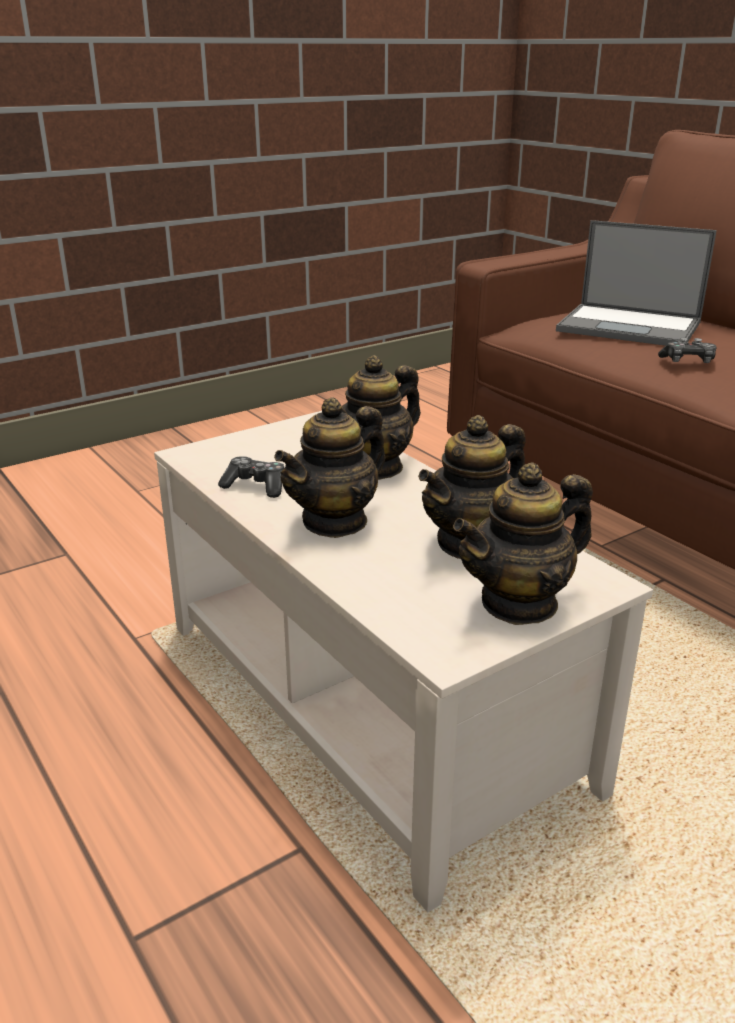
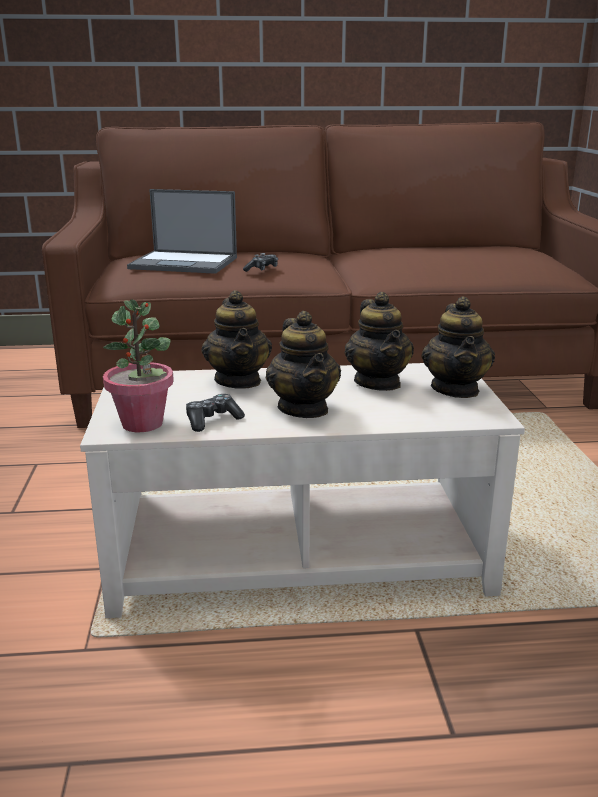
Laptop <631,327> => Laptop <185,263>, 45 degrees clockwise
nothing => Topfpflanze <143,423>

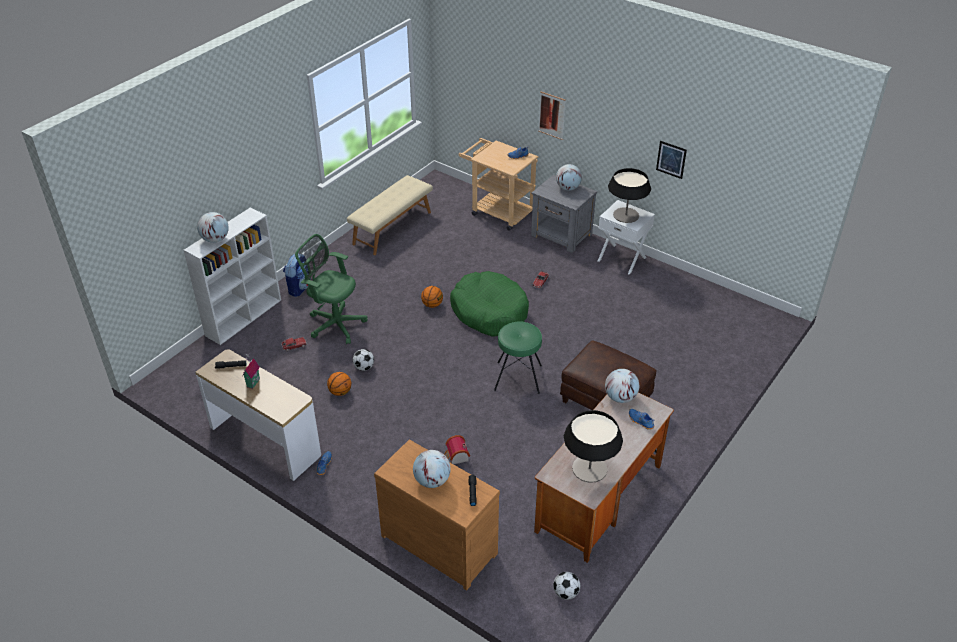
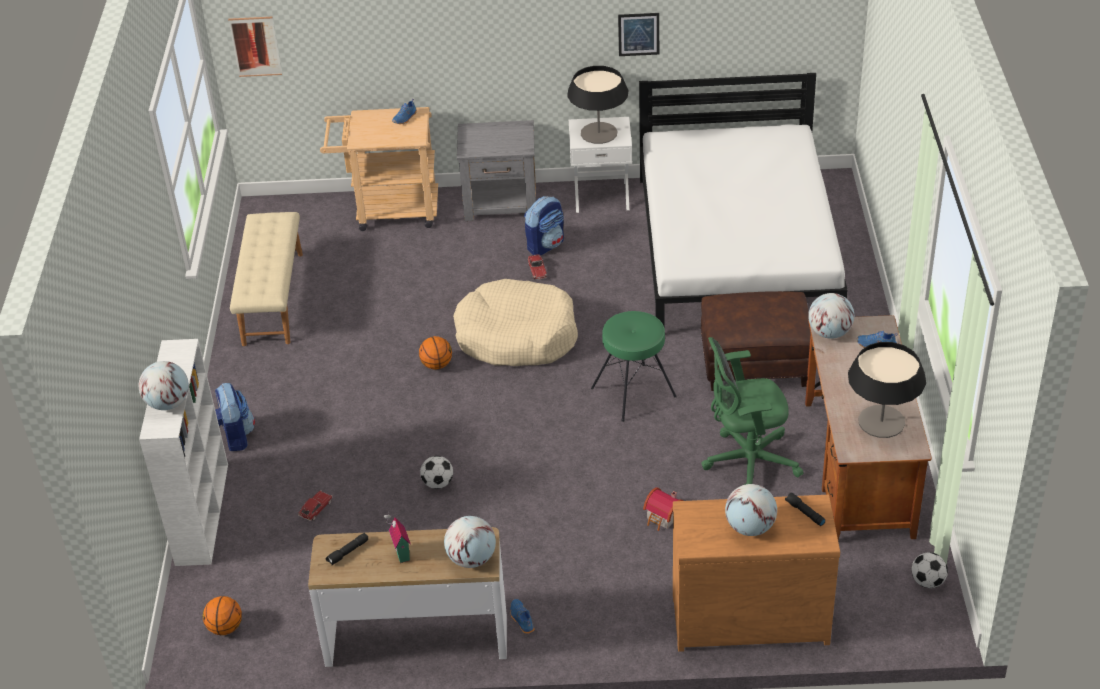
Bild <552,115> => Bild <255,46>, shifted
Globus <568,188> => Globus <471,559>, shifted
Bürostuhl/grün <334,323> => Bürostuhl/grün <746,461>, shifted
Hundebett/grün <489,312> => Hundebett/beige <516,336>
Basketball <340,392> => Basketball <225,628>, shifted
nothing => Bett/weiß <736,250>
nothing => Rucksack <545,245>

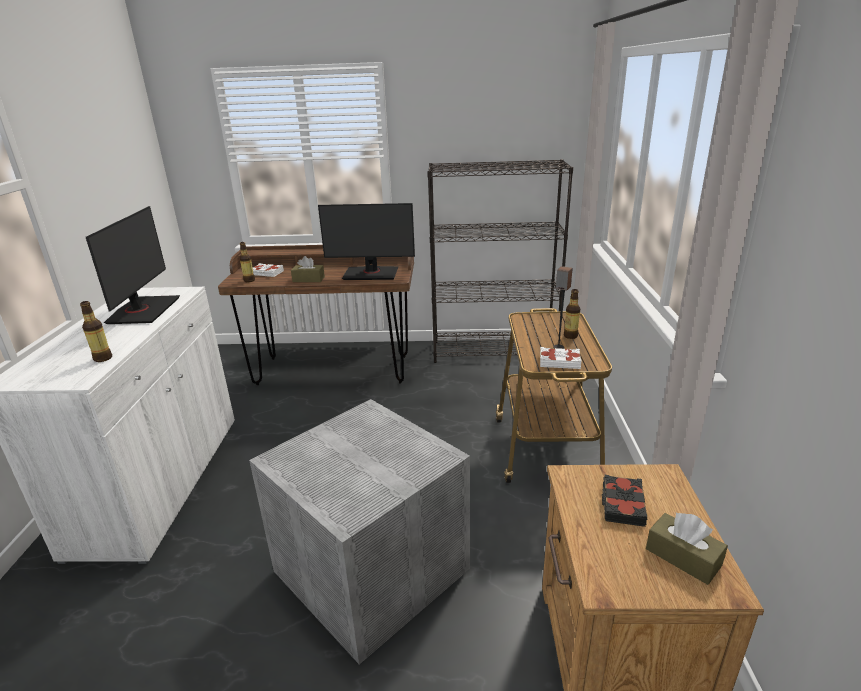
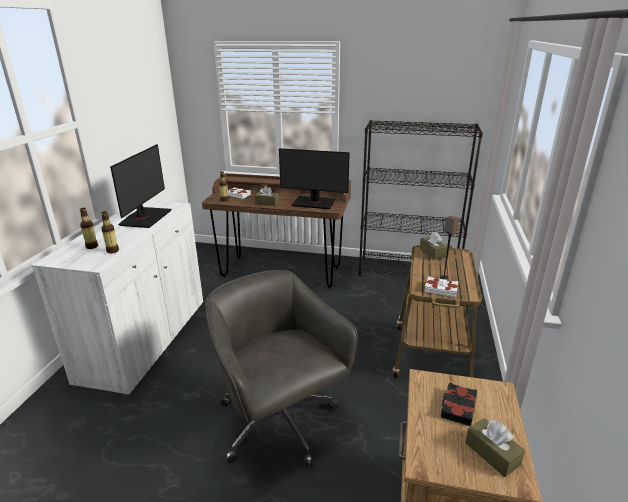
Flasche <570,336> => Flasche <92,246>, shifted
Aufbewahrungsbox/grau <371,567> => Bürostuhl/grau <279,424>
nothing => Taschentuchbox/braun <432,253>

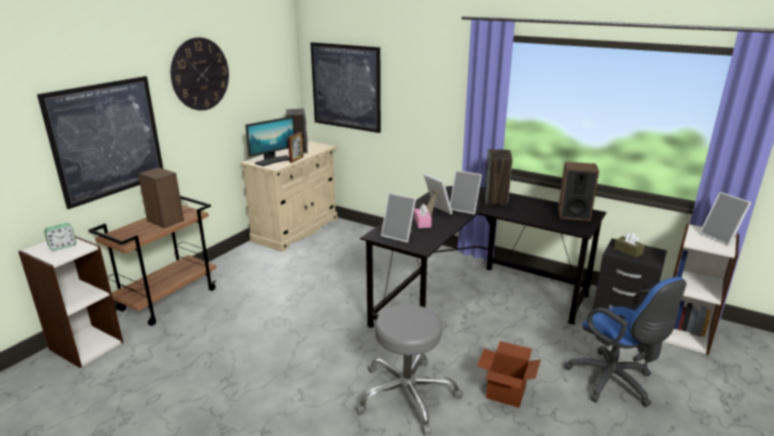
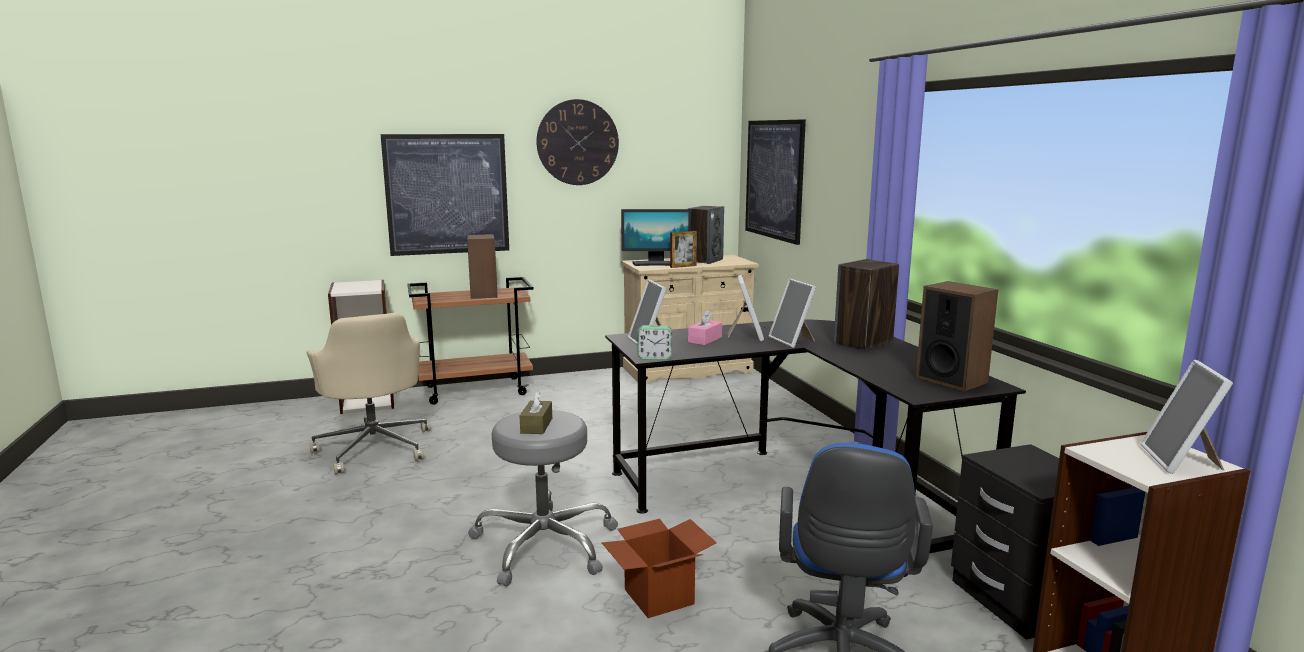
Wecker <63,246> => Wecker <654,357>, shifted
Taschentuchbox/braun <628,251> => Taschentuchbox/braun <536,425>, shifted
nothing => Bürostuhl/beige <375,448>

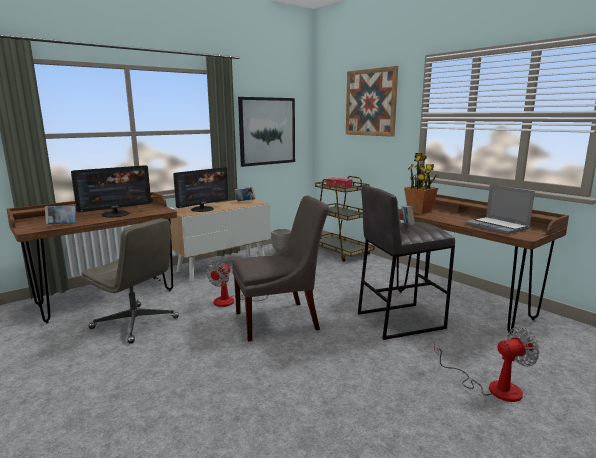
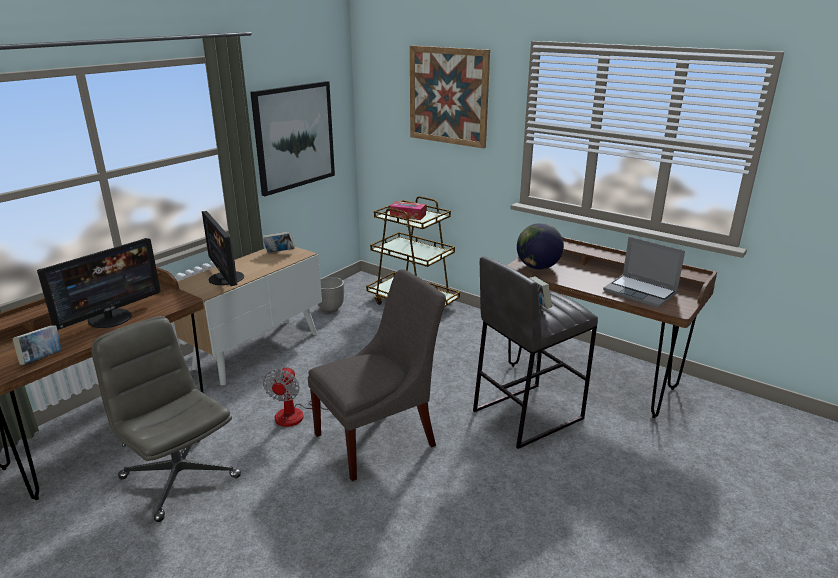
Topfpflanze <419,211> => Globus <537,267>
Monitor <202,209> => Monitor <225,278>, 120 degrees clockwise
Bürostuhl/grau <136,323> => Bürostuhl/grau <179,477>, 150 degrees counterclockwise
Ventilator <492,387> => nothing

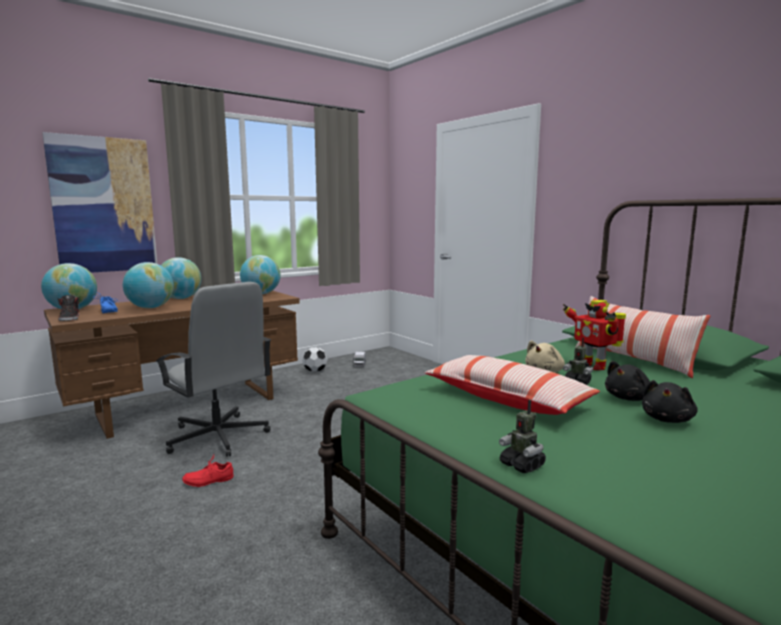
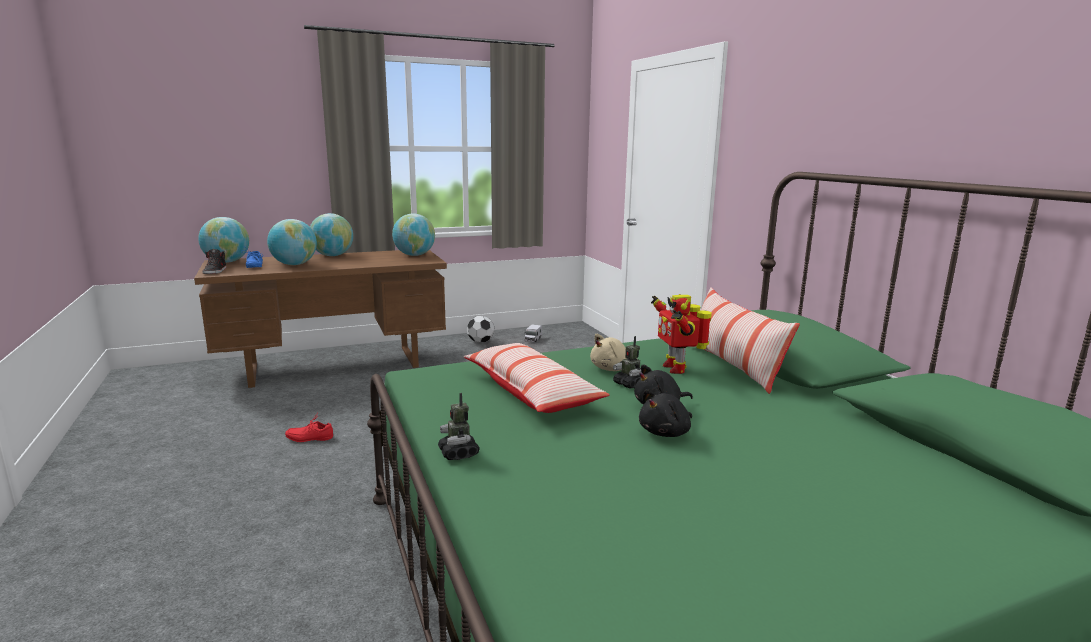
Bild <103,205> => nothing
Bürostuhl/grau <218,437> => nothing

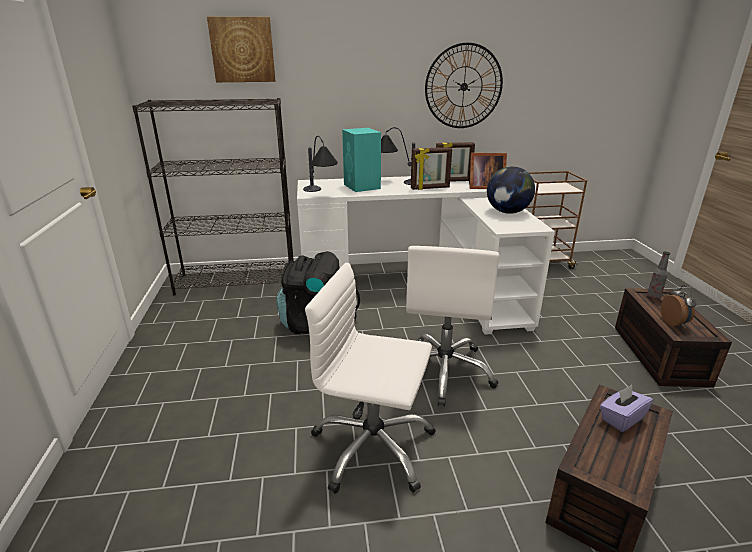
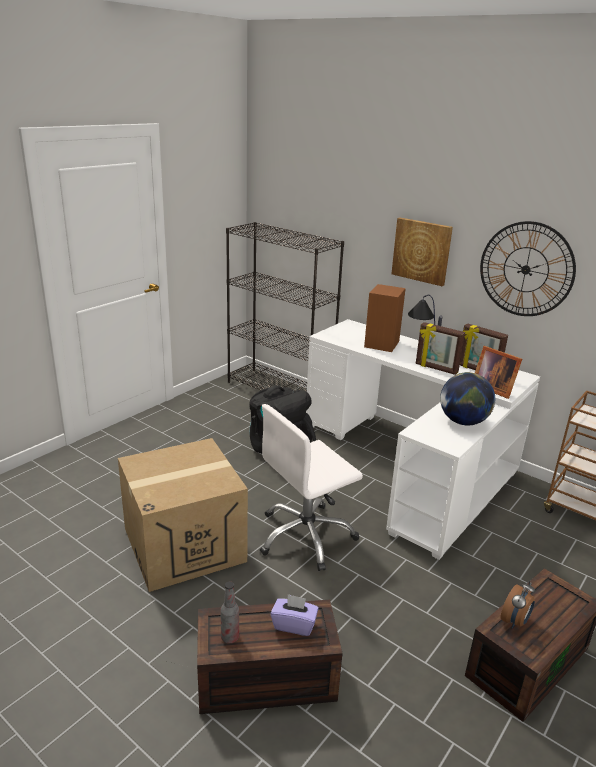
Bild <242,50> => Bild <422,251>, shifted
Lautsprecher/türkis <362,186> => Lautsprecher/braun <381,344>
Tischlampe <320,193> => nothing
Flasche <653,296> => Flasche <230,637>, shifted
Bürostuhl/weiß <372,447> => Karton <184,544>

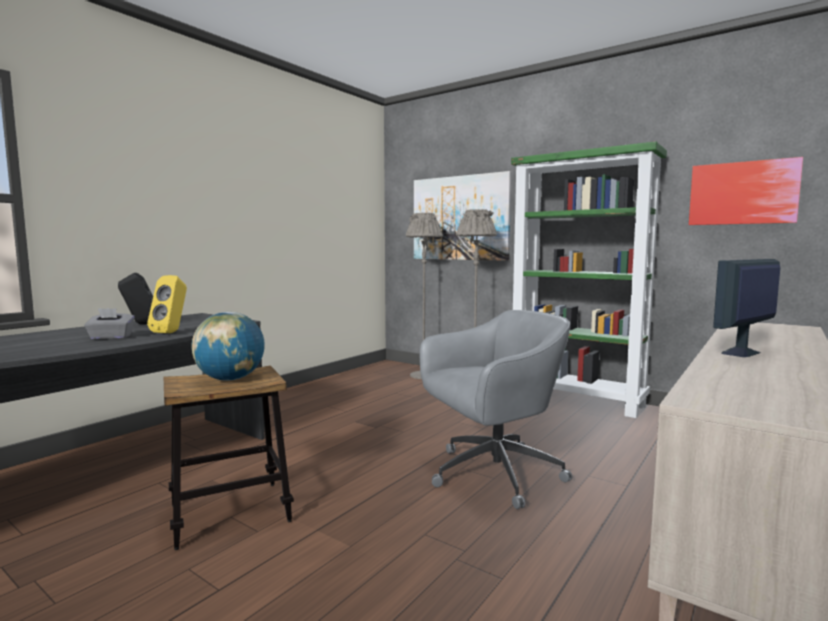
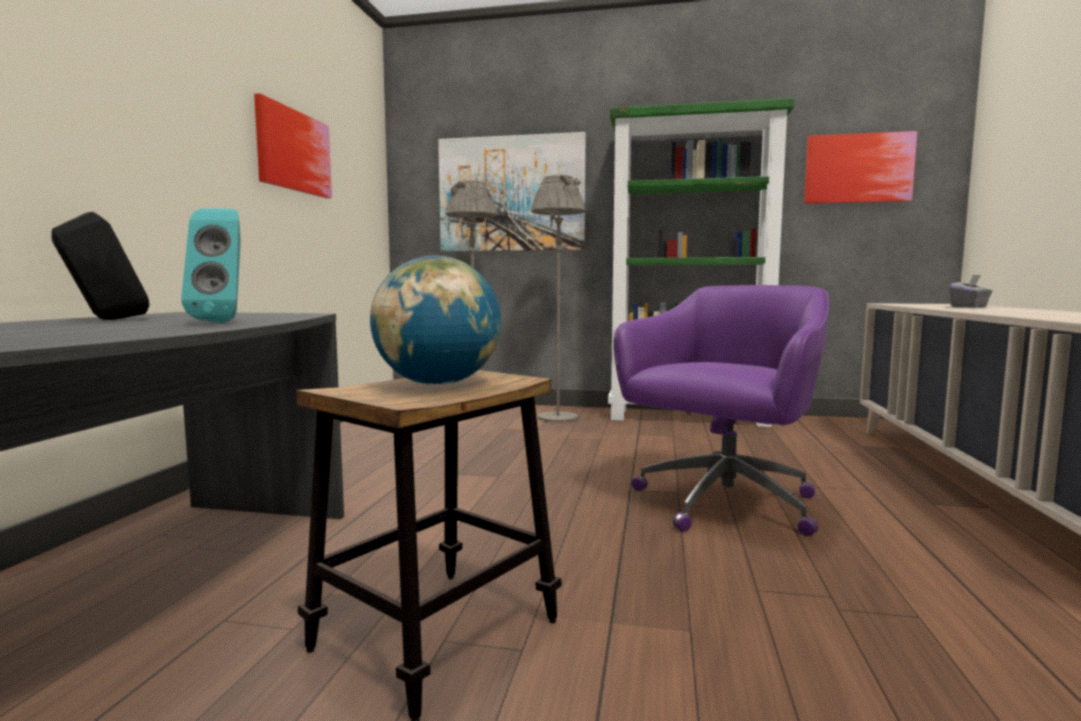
Monitor <740,353> => nothing
Lautsprecher/gelb <171,332> => Lautsprecher/türkis <223,322>
Taschentuchbox/grau <111,337> => Taschentuchbox/grau <969,307>, shifted
Bürostuhl/grau <492,474> => Bürostuhl/lila <723,504>
nothing => Bild <294,151>

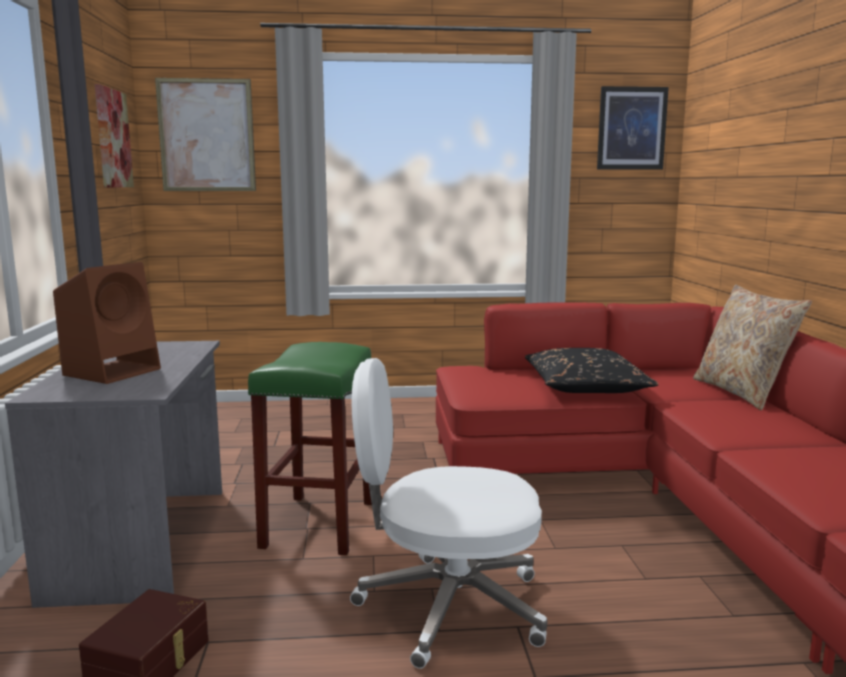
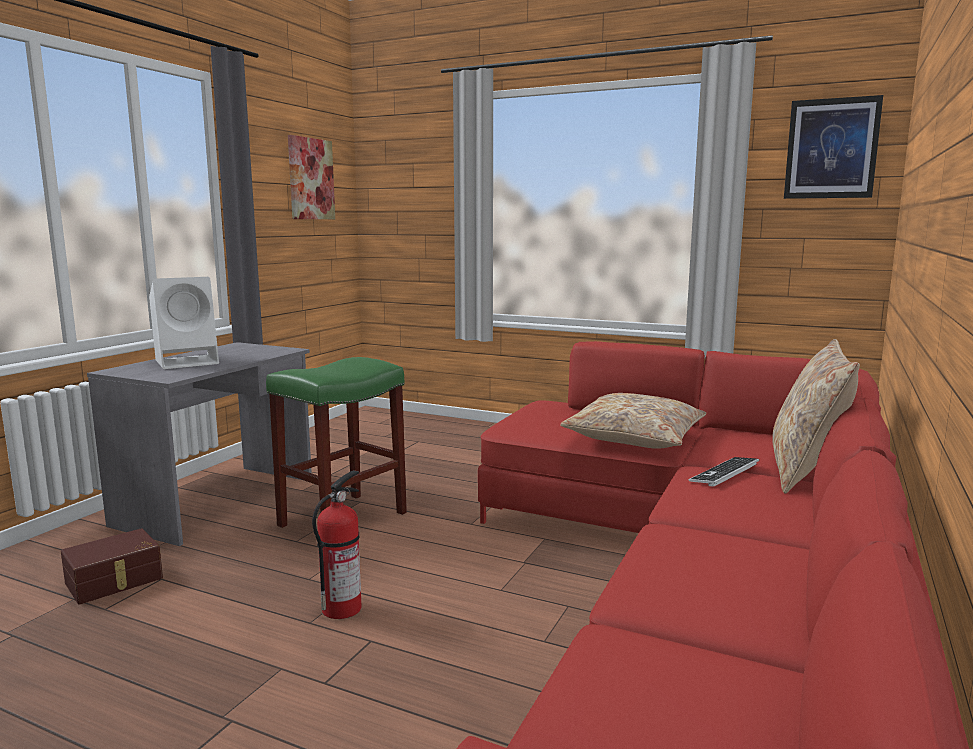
Bild <206,135> => nothing
Lautsprecher/braun <113,371> => Lautsprecher/weiß <189,362>
Kissen/schwarz <586,386> => Kissen/beige <635,436>
Bürostuhl/weiß <448,606> => Feuerlöscher <342,607>
nothing => Tastatur <724,473>

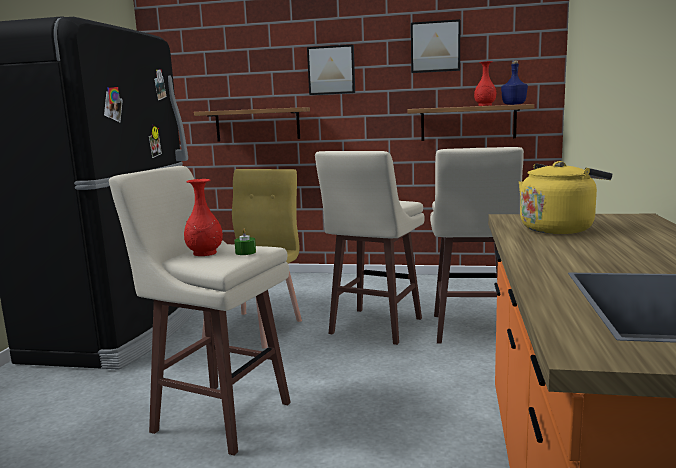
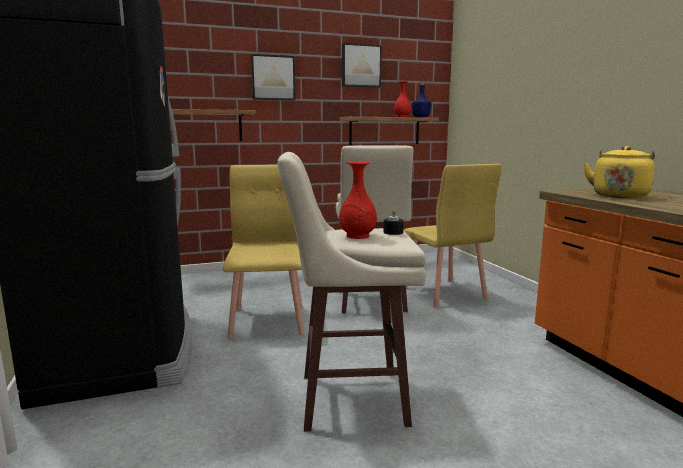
Hocker/beige <472,330> => Stuhl/gelb <443,293>
Kerze/grün <245,252> => Kerze/schwarz <393,232>

